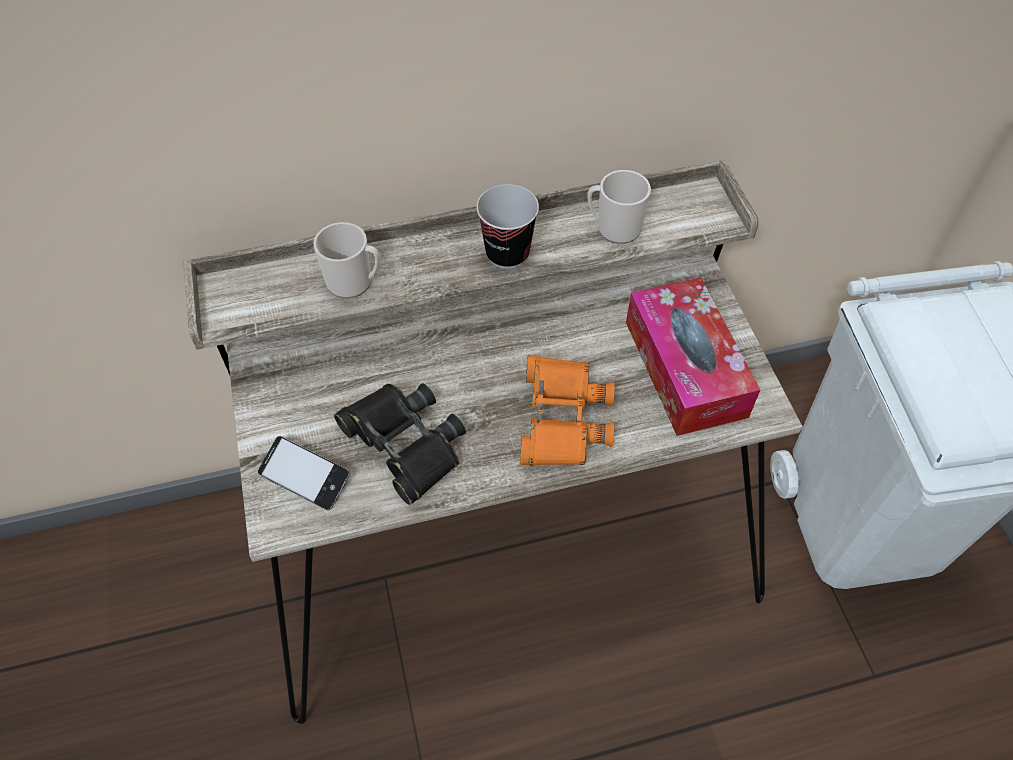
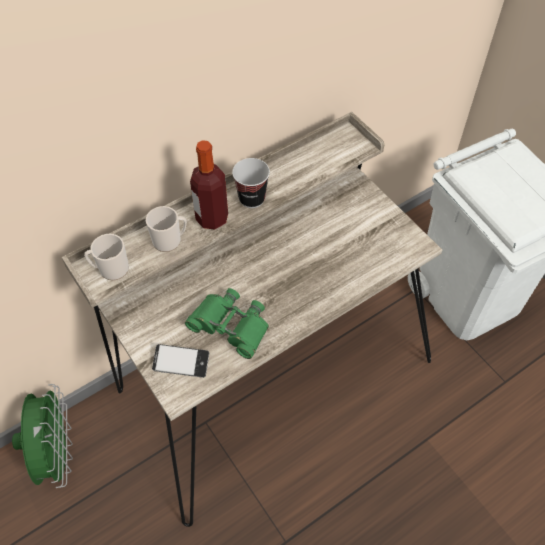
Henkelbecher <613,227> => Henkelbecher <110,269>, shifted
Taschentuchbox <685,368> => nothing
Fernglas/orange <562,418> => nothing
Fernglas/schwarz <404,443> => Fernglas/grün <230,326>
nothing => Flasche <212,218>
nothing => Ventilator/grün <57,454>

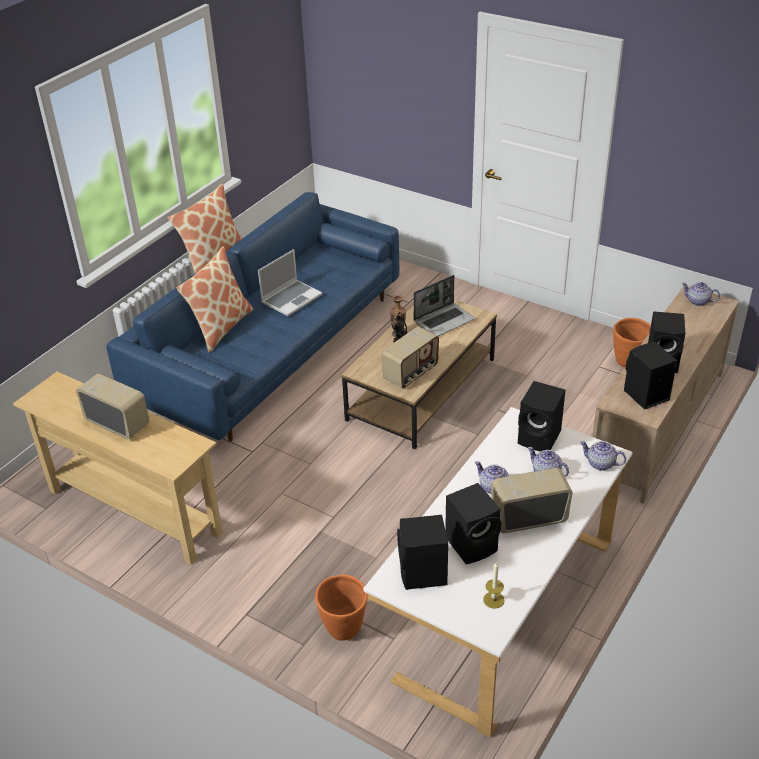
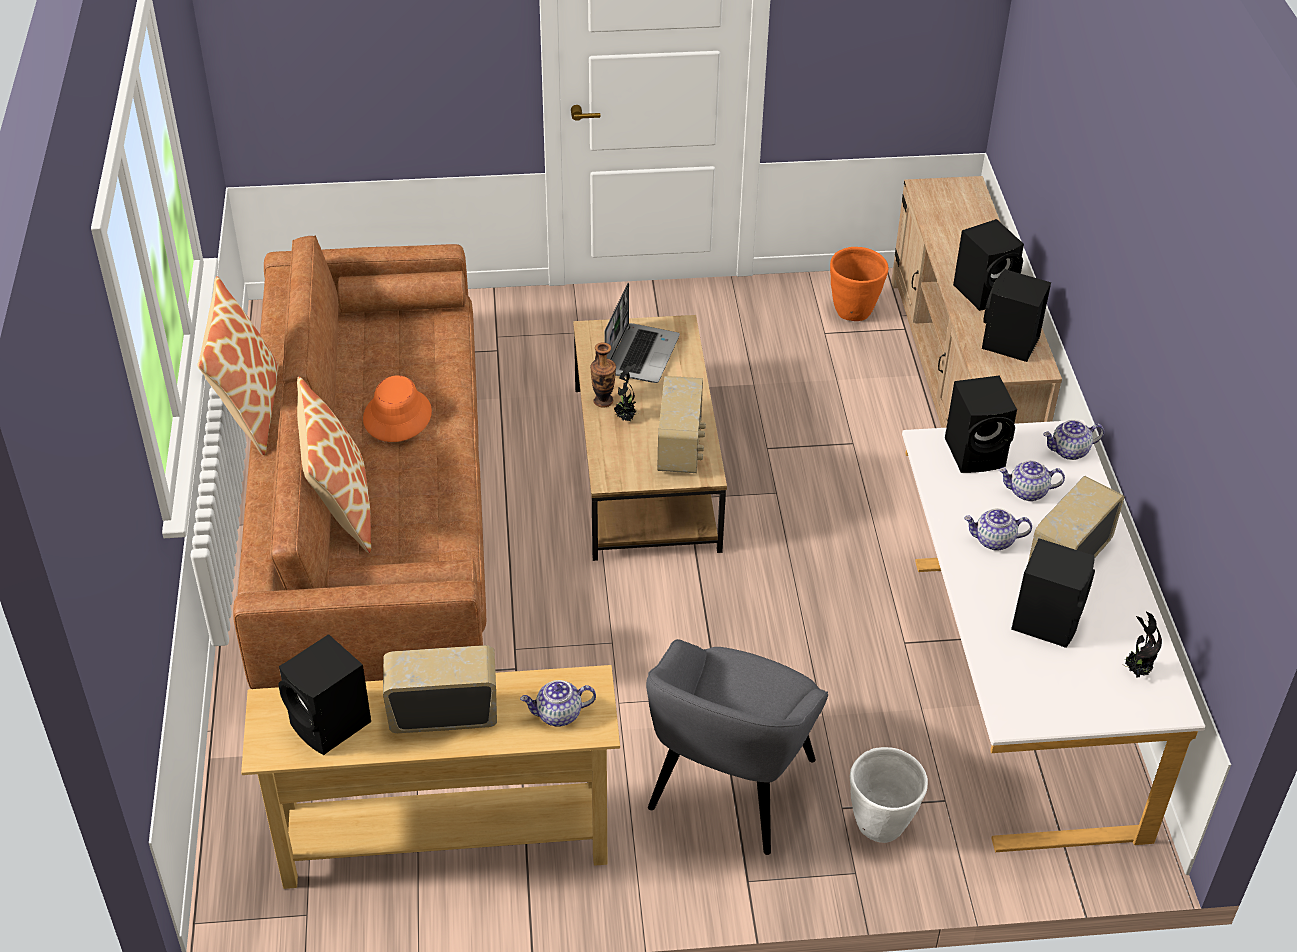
Sofa/blau <270,348> => Sofa/braun <375,509>
Laptop <291,298> => Hut/orange <397,416>
Teekanne <697,301> => Teekanne <558,715>, shifted
Lautsprecher/schwarz <423,574> => Lautsprecher/schwarz <331,725>, shifted
Kerze <493,600> => Topfpflanze <1135,670>
Pflanzkübel/orange <344,630> => Pflanzkübel/weiß <881,826>
nothing => Sessel/grau <730,787>

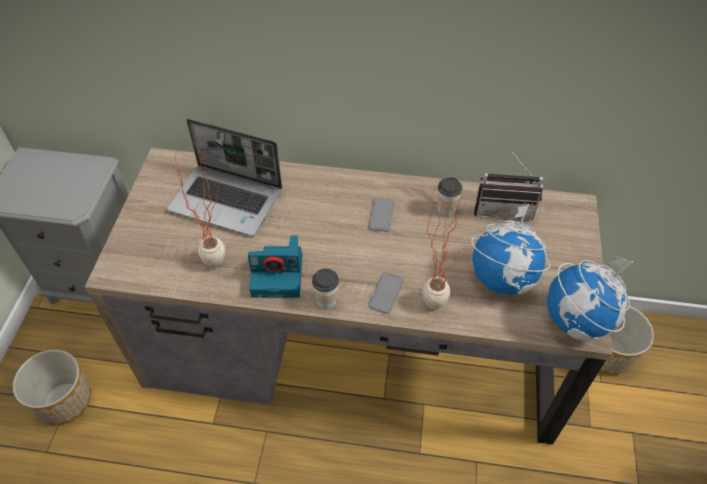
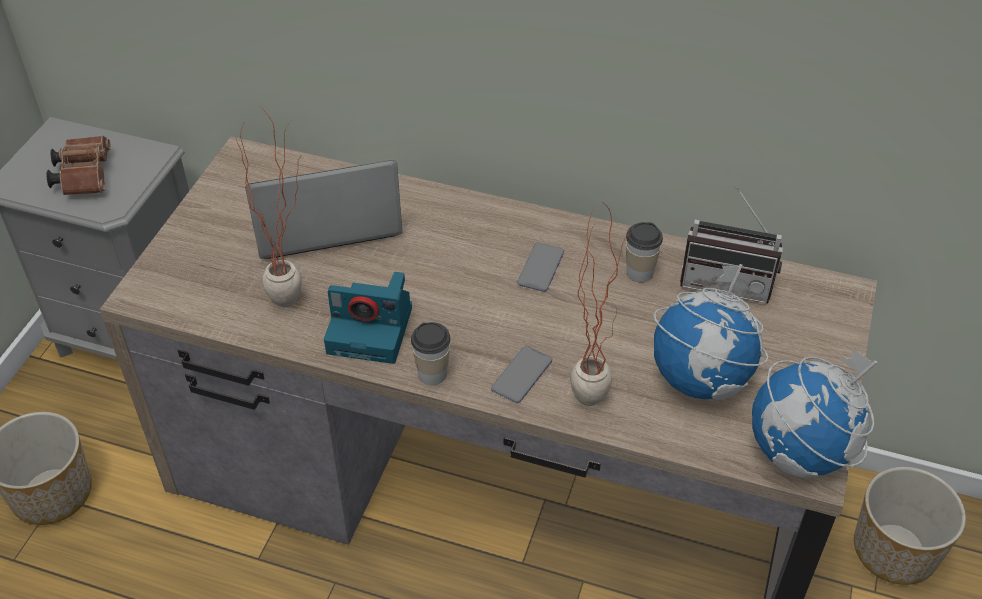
Laptop <228,200> => Laptop <323,220>, 135 degrees clockwise
nothing => Fernglas/braun <85,175>

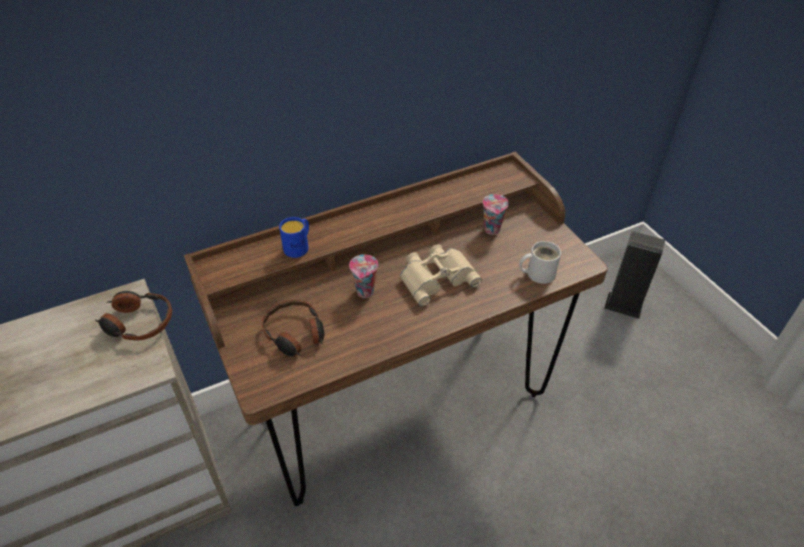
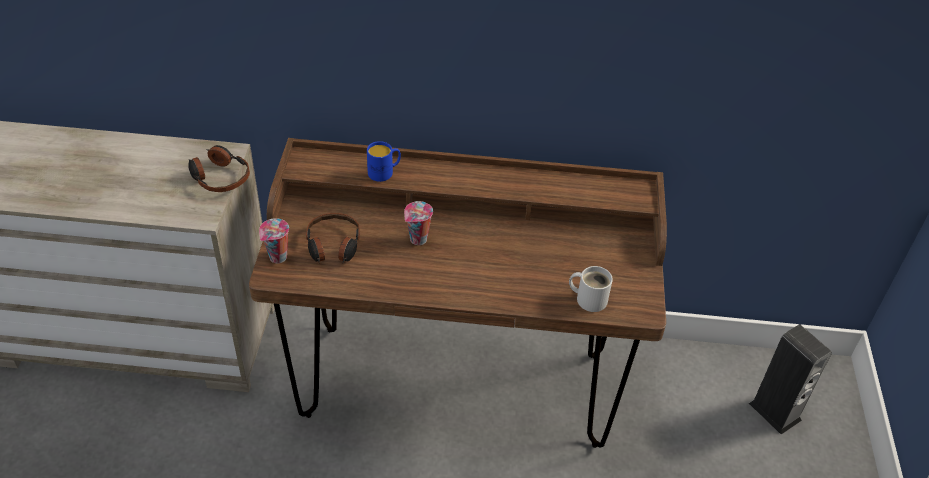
Tasse <492,230> => Tasse <277,258>, shifted
Fernglas/beige <436,277> => nothing

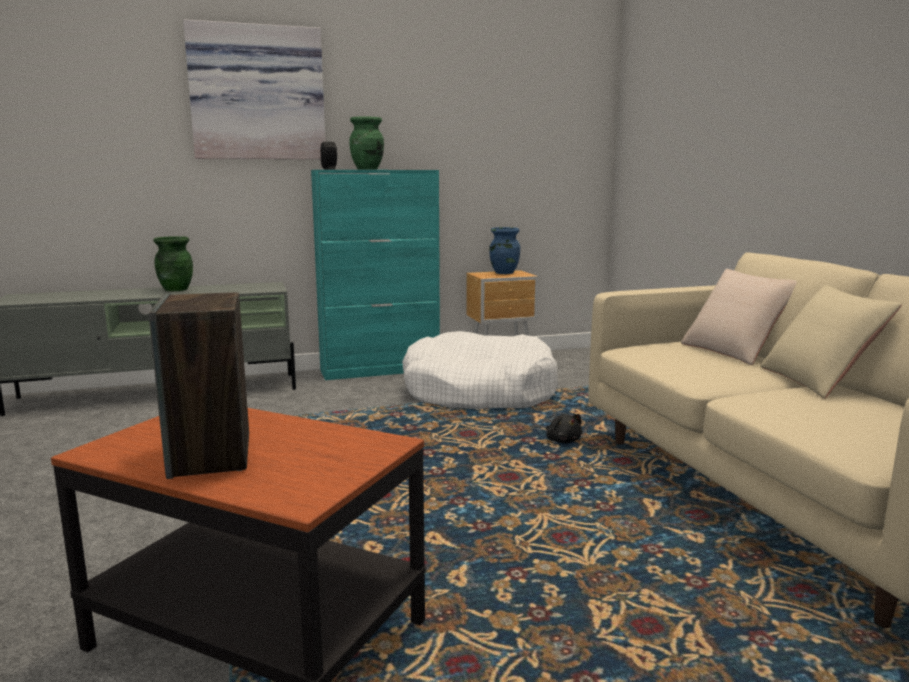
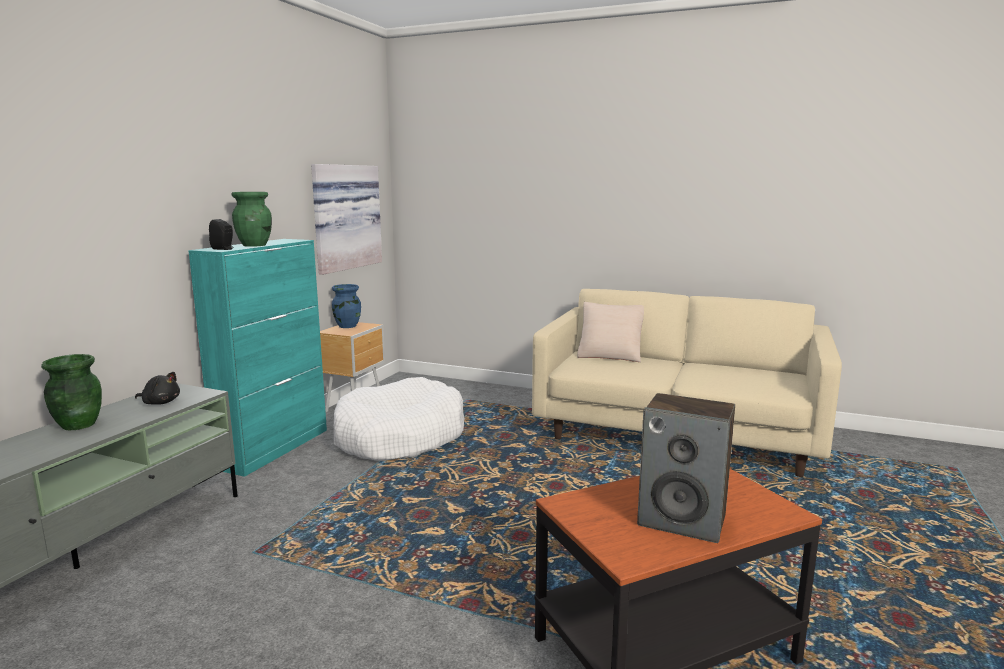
Bild <257,93> => Bild <344,217>, shifted
Kissen/beige <819,381> => nothing
Plüschtier/schwarz <562,441> => Plüschtier/schwarz <160,402>, shifted

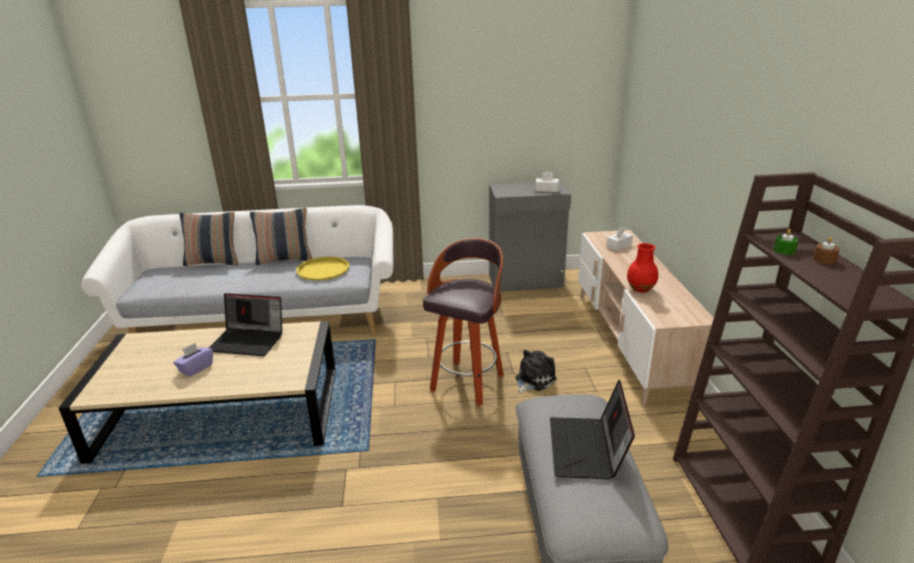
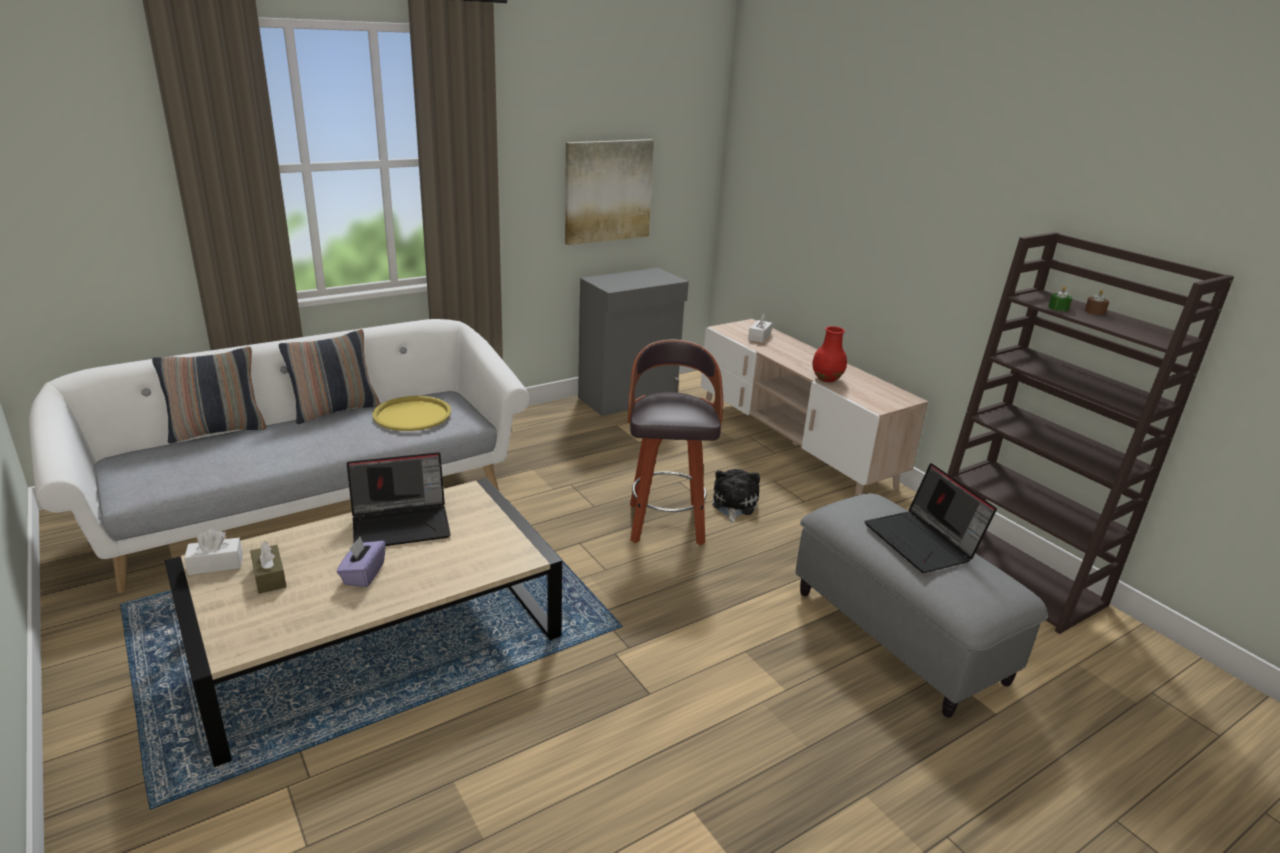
Taschentuchbox/weiß <546,189> => Taschentuchbox/weiß <216,564>, shifted
nothing => Bild <607,191>
nothing => Taschentuchbox/braun <269,577>

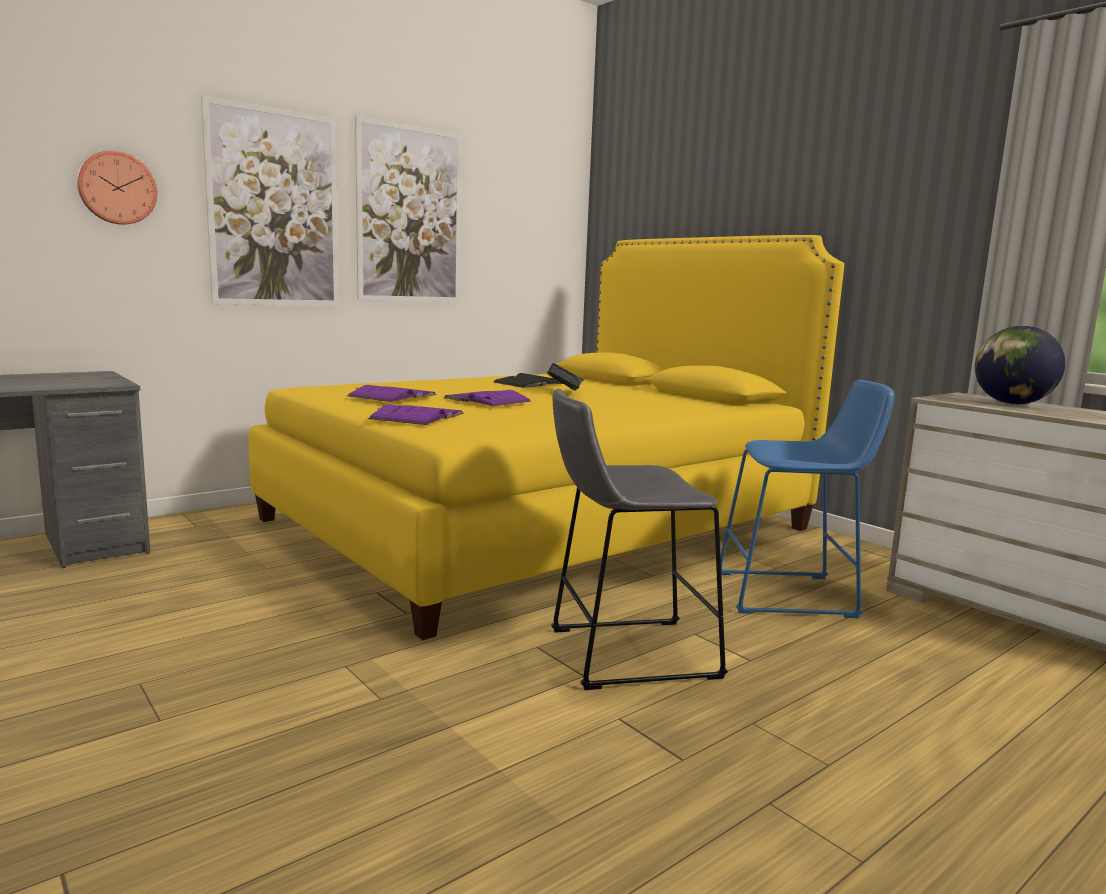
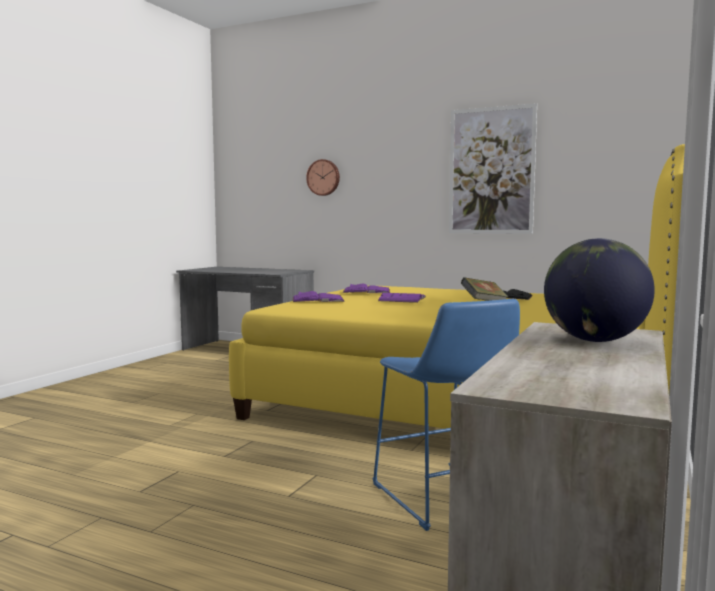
Bild <274,208> => nothing
Hocker/grau <623,653> => nothing

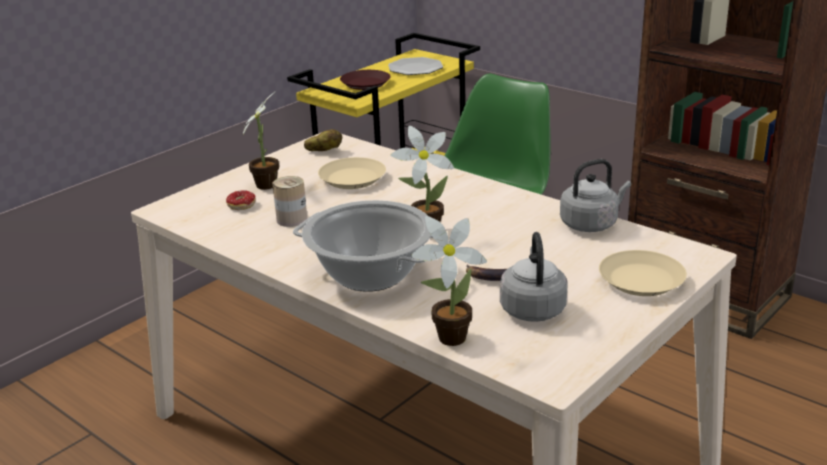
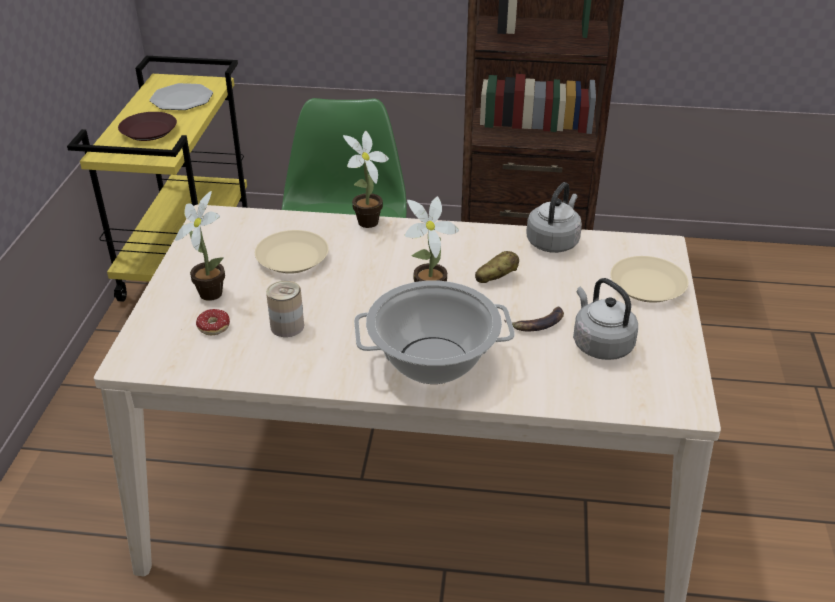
Kartoffel <324,151> => Kartoffel <496,278>, shifted
Topfpflanze <447,339> => Topfpflanze <365,224>, shifted

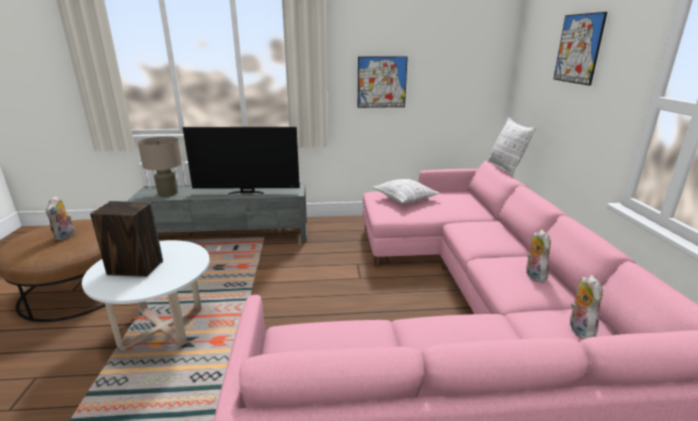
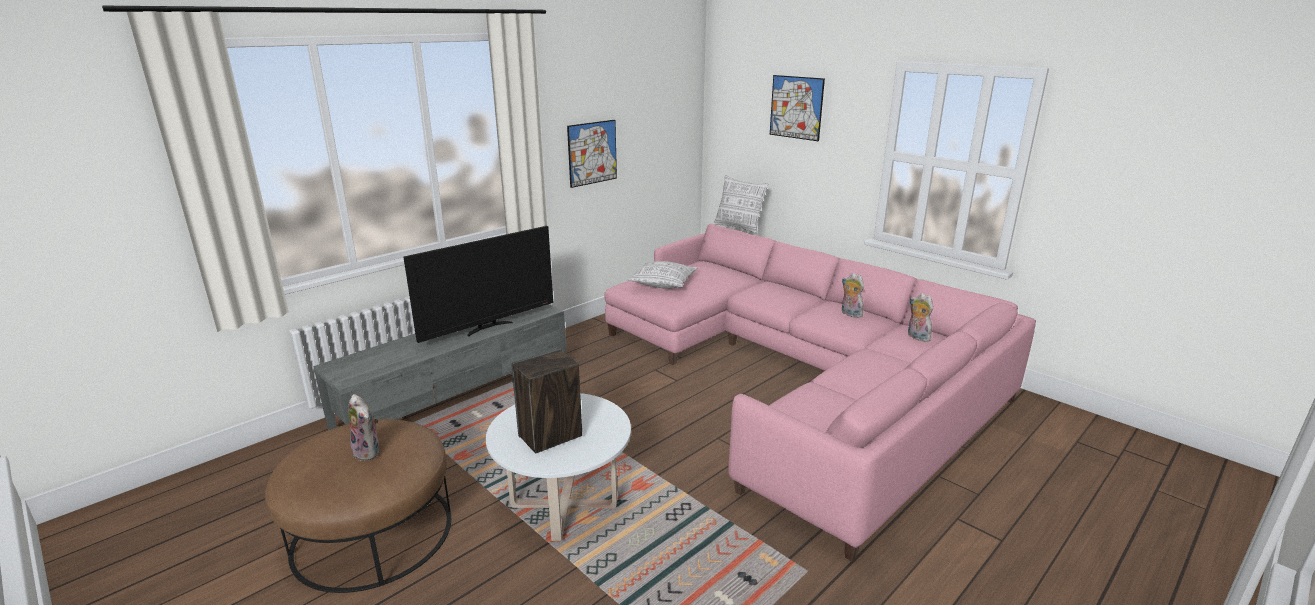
Tischlampe/beige <168,193> => nothing

